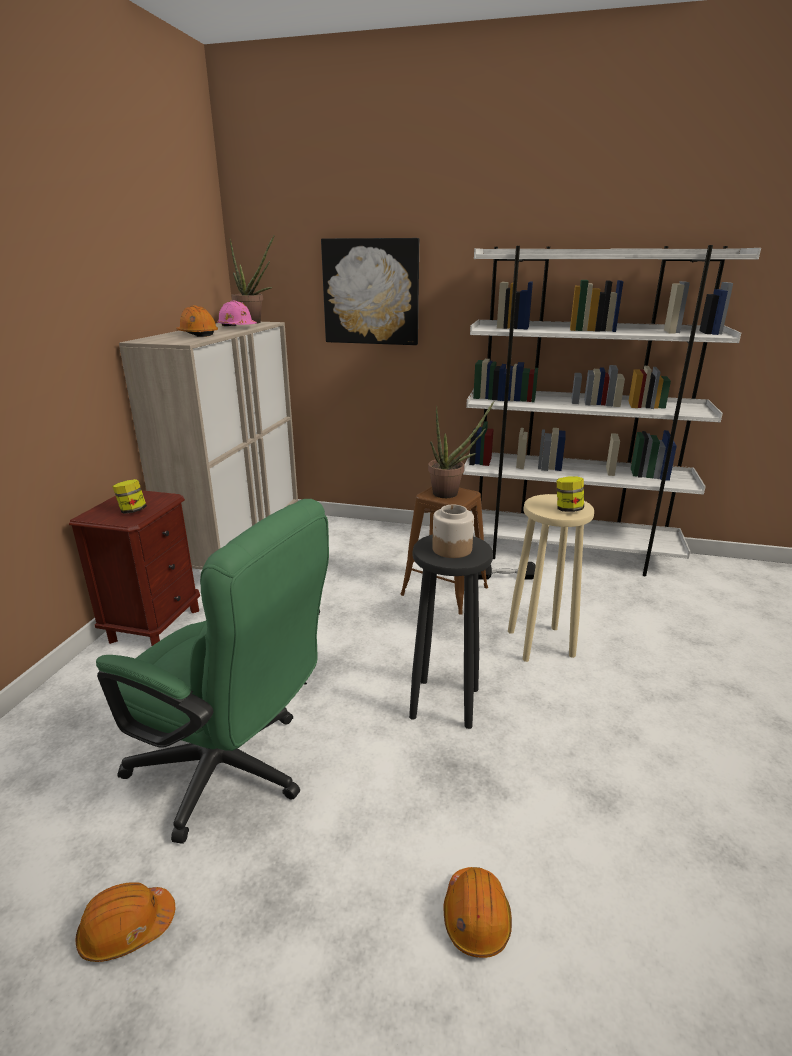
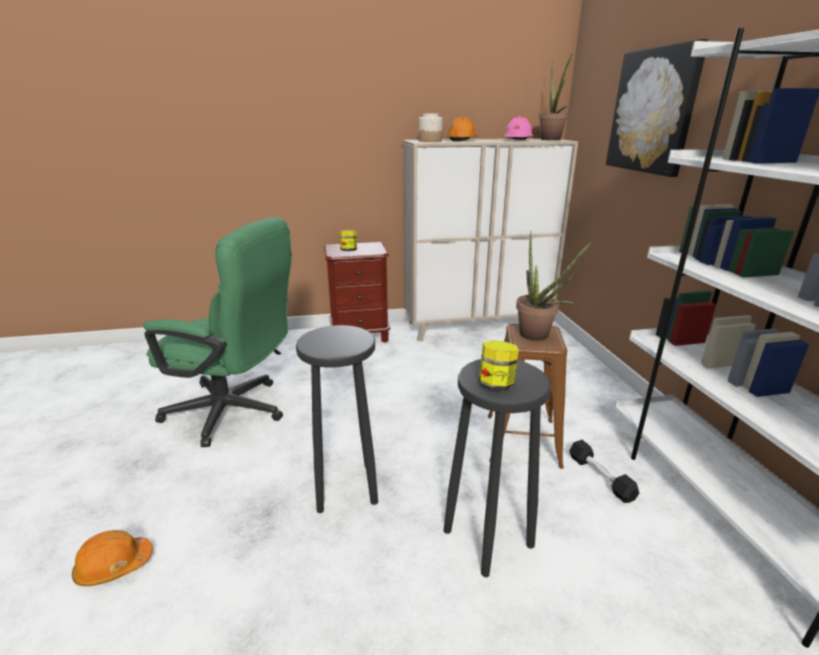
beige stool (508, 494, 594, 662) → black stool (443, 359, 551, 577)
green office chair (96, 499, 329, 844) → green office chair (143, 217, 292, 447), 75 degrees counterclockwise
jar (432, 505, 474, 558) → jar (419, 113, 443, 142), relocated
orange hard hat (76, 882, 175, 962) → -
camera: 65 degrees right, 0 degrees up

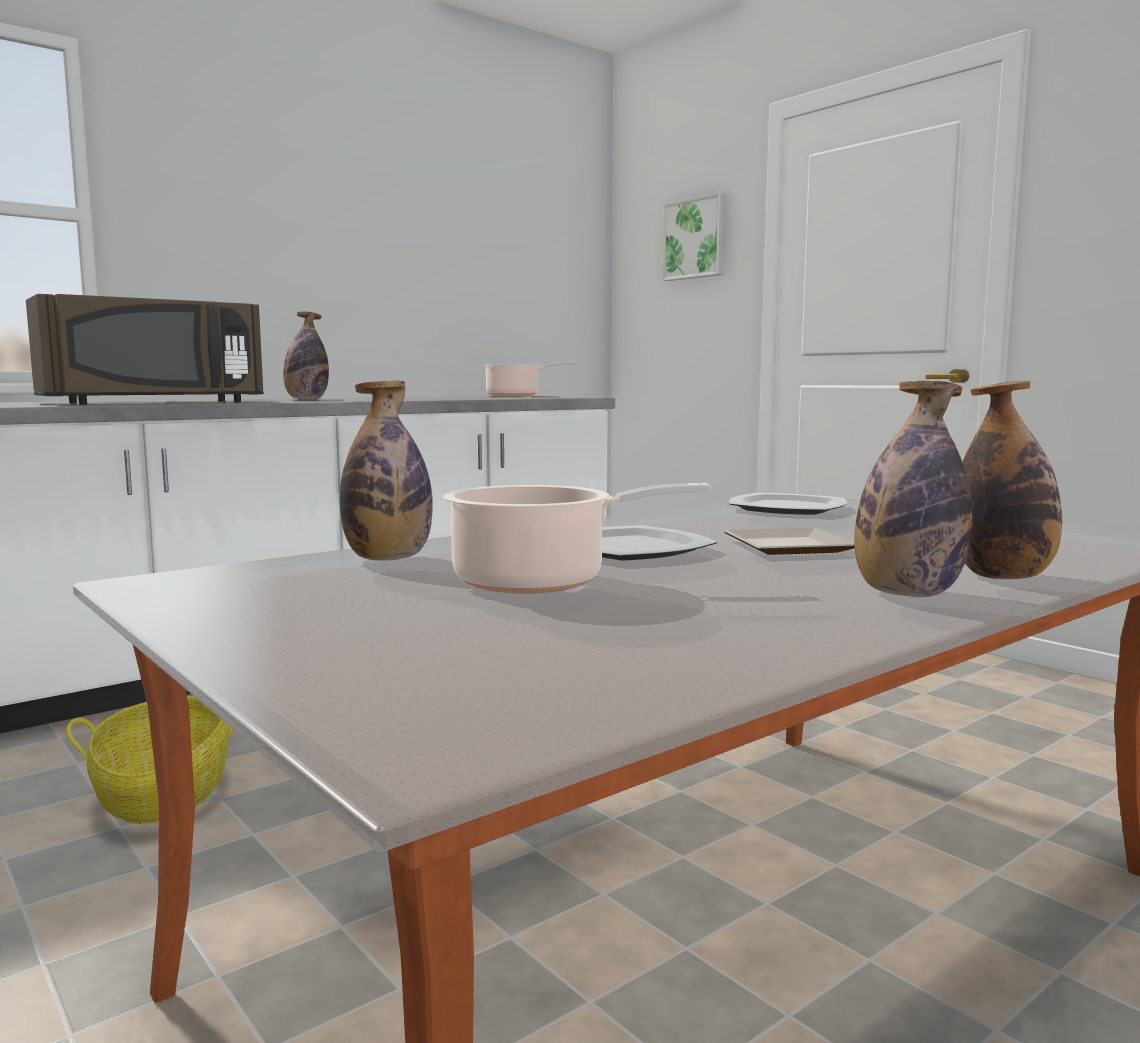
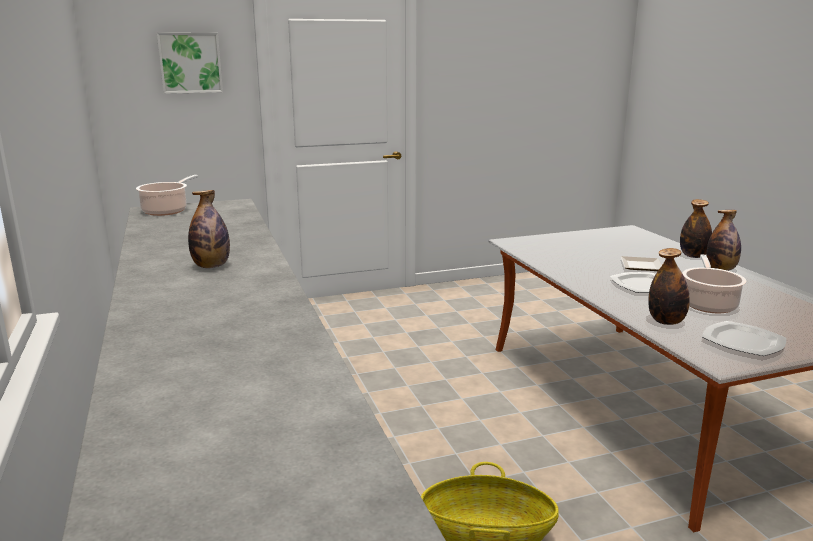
brown microwave (26, 294, 264, 404) → -
plate (729, 493, 847, 515) → plate (702, 321, 786, 356), relocated
camera: 70 degrees left, 10 degrees up

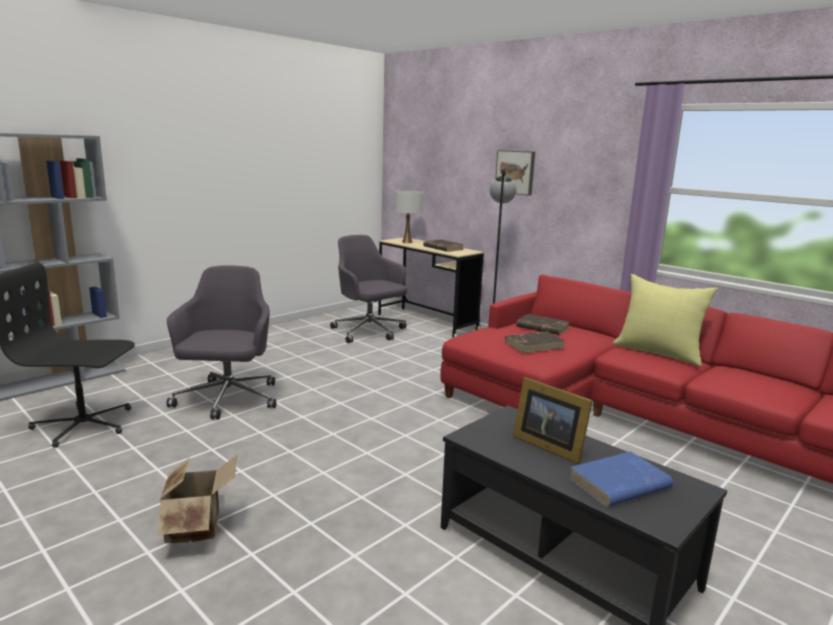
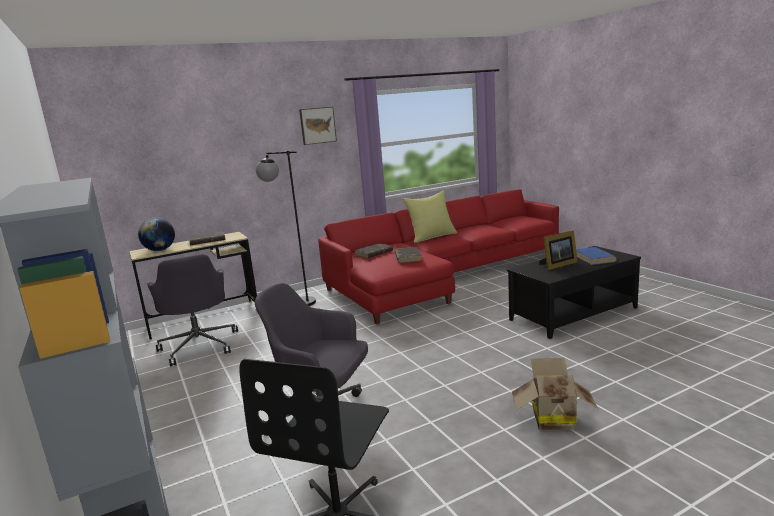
picture (495, 150, 535, 196) → picture (299, 107, 337, 145), relocated
white table lamp (394, 190, 423, 243) → globe (138, 217, 175, 251)
grey office chair (330, 235, 407, 343) → grey office chair (147, 254, 238, 367), 90 degrees counterclockwise
camera: 70 degrees left, 0 degrees up

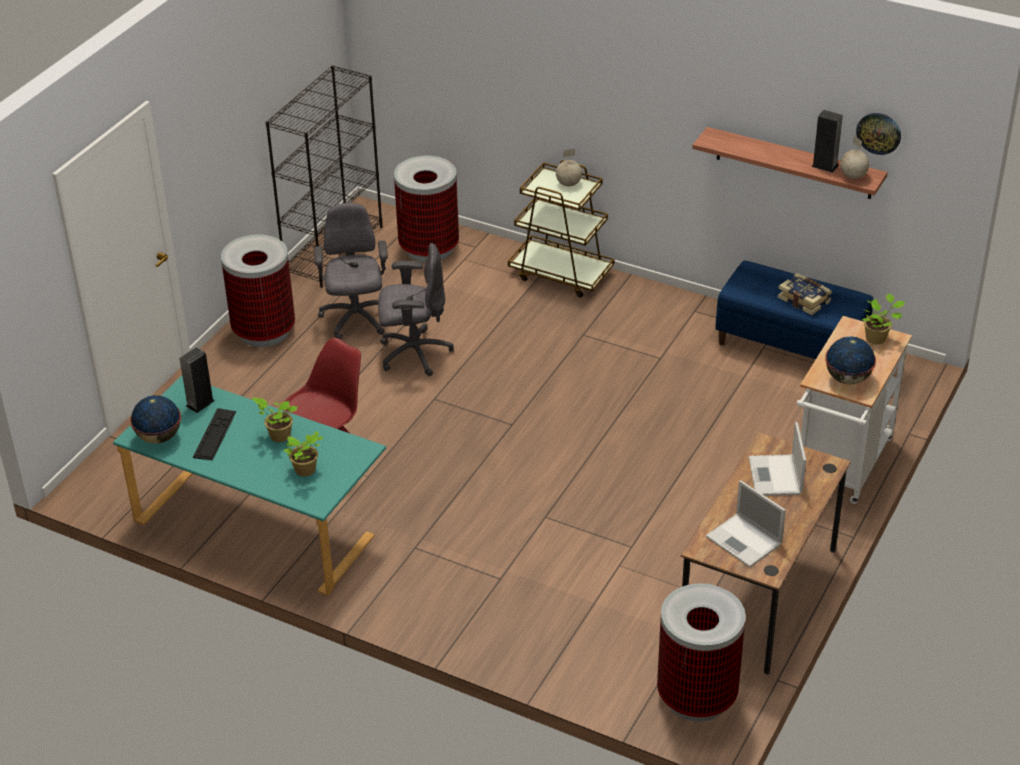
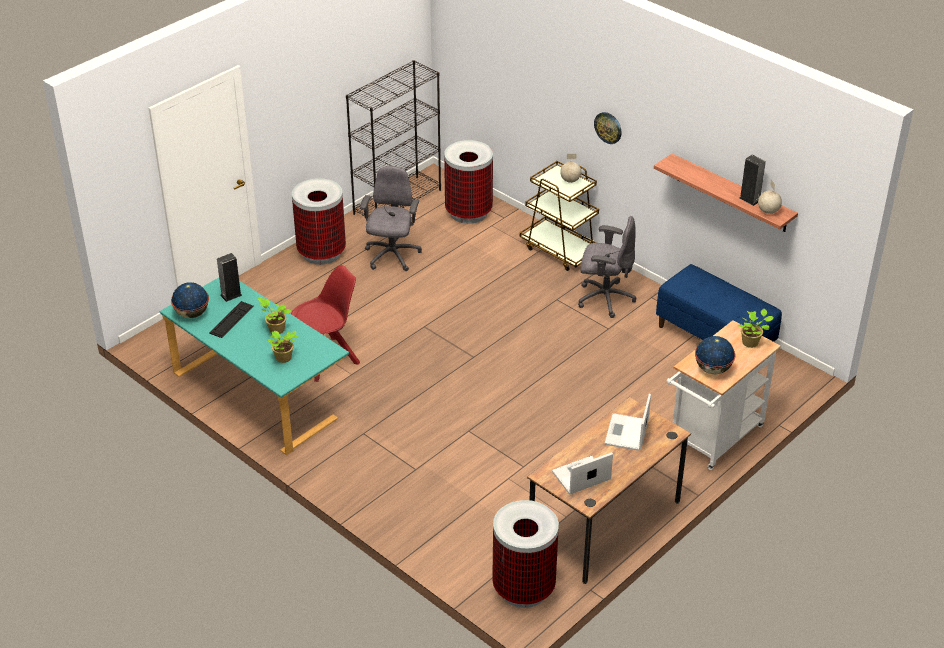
wall clock (856, 113, 901, 155) → wall clock (594, 112, 622, 144), relocated
grey office chair (378, 243, 454, 376) → grey office chair (578, 216, 636, 318), relocated
book (778, 273, 832, 315) → -
laptop (706, 480, 786, 567) → laptop (552, 452, 613, 494), 90 degrees clockwise
camera: 15 degrees right, 0 degrees up

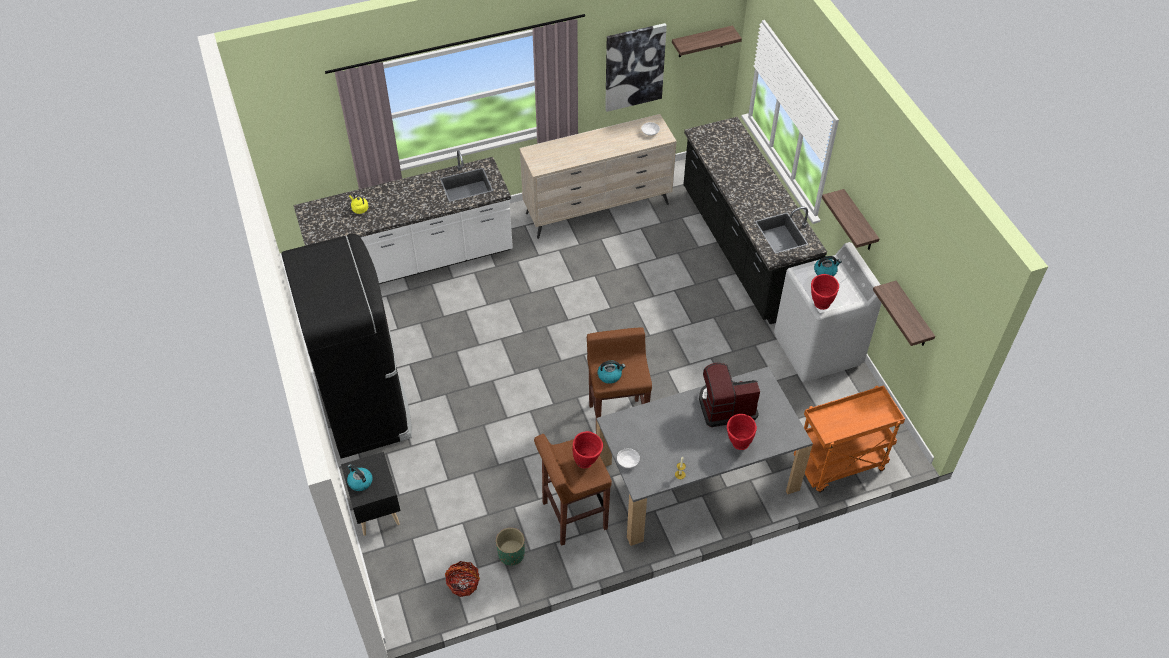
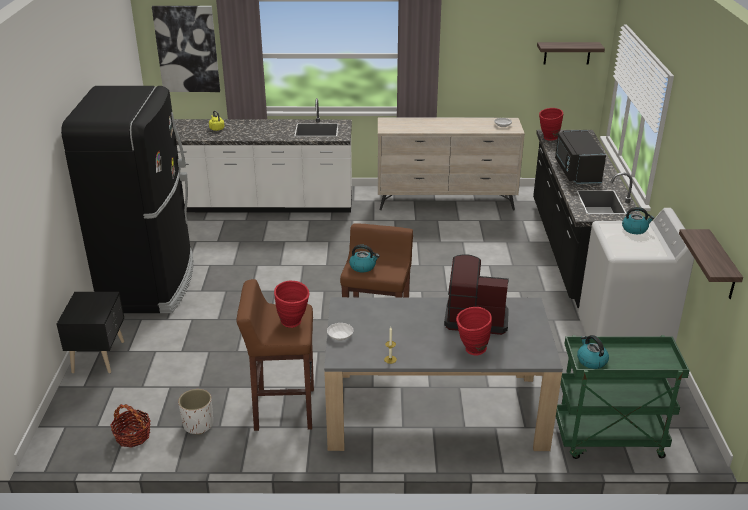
picture (605, 23, 667, 112) → picture (152, 6, 220, 92), relocated
shelf (822, 189, 879, 250) → -
red vase (811, 274, 839, 310) → red vase (539, 108, 563, 141), relocated
orange cart (794, 385, 905, 492) → green cart (556, 335, 690, 459)
kettle (347, 464, 373, 491) → kettle (577, 335, 609, 369), relocated
green planter (496, 528, 525, 566) → white planter (178, 389, 213, 435)
- → black microwave (555, 130, 606, 184)
camera: 20 degrees right, 20 degrees down

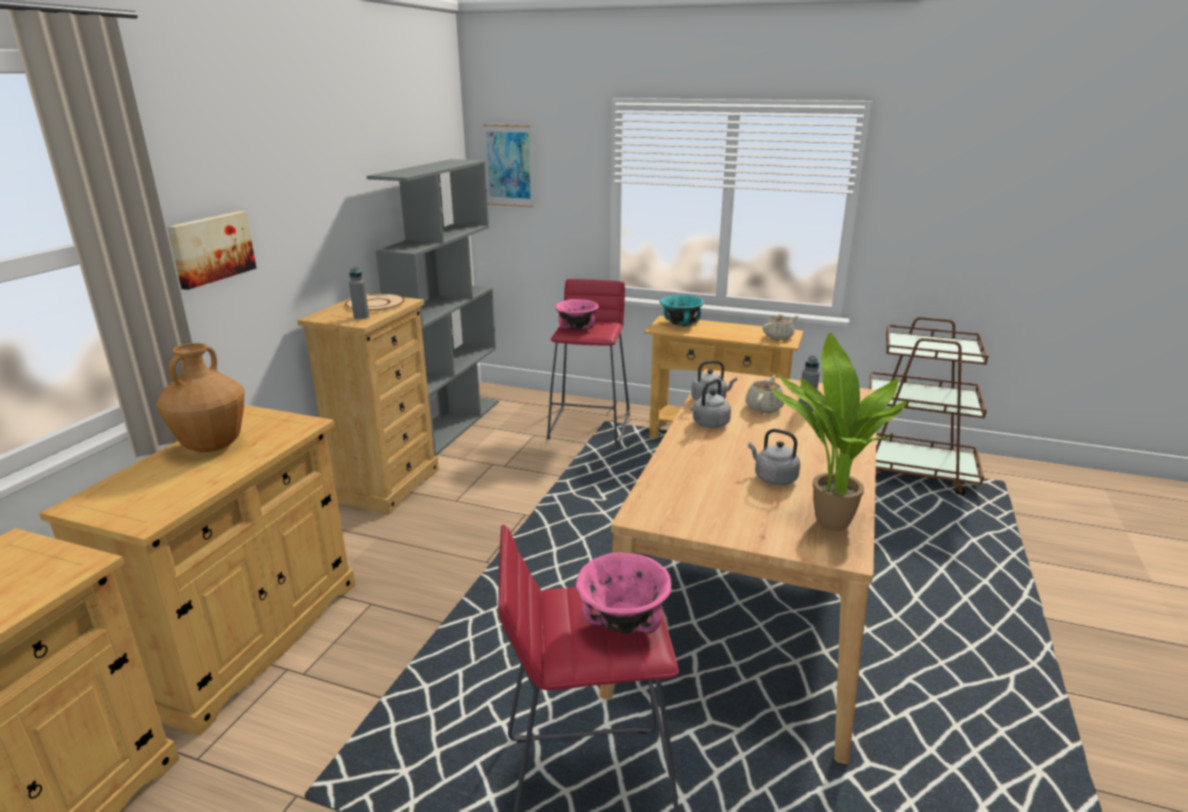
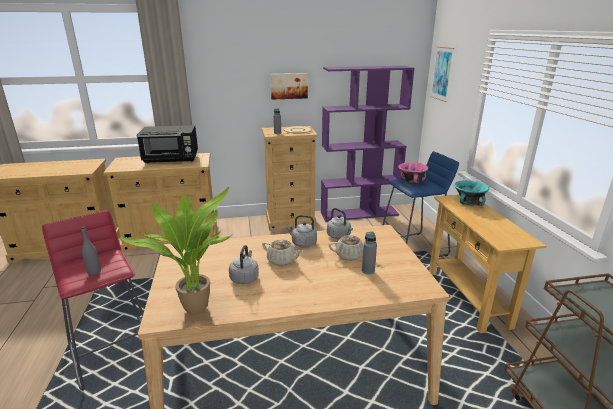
grey bookcase (367, 159, 499, 456) → purple bookcase (321, 66, 415, 222)
picture (167, 211, 257, 290) → picture (270, 73, 308, 100), relocated
red stool (547, 279, 630, 444) → blue stool (383, 151, 459, 261)
beige teapot (763, 314, 799, 340) → beige teapot (262, 239, 303, 266), relocated
brown vase (156, 343, 245, 452) → black microwave (137, 125, 198, 163)
pink bowl (576, 552, 671, 634) → grey bottle (81, 227, 101, 275)
camera: 60 degrees right, 0 degrees up

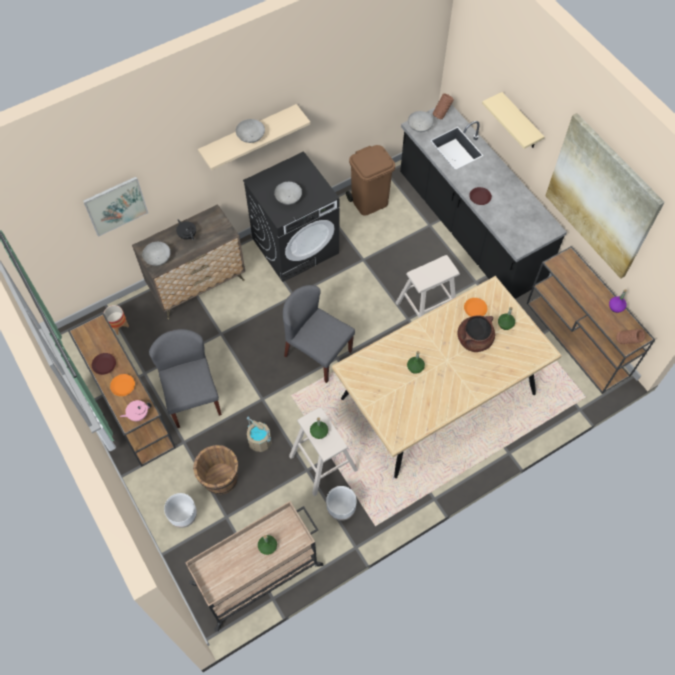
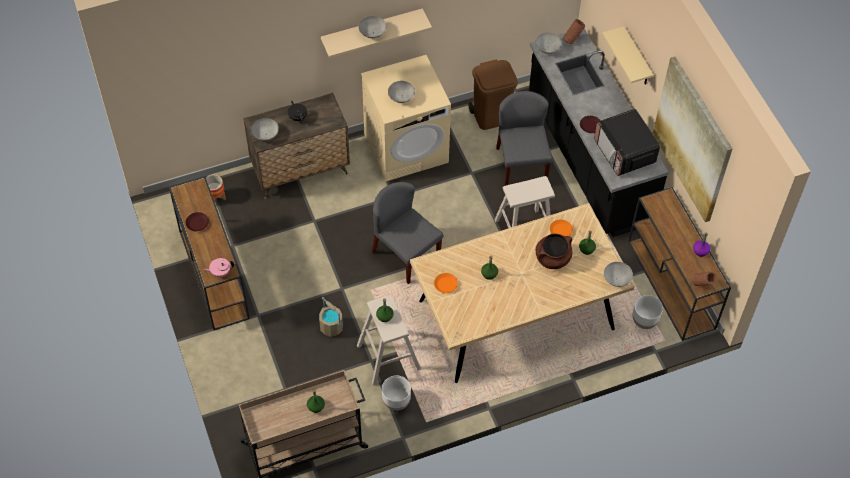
black washing machine (243, 151, 339, 282) → beige washing machine (361, 55, 451, 182)
picture (83, 177, 148, 237) → -
grey chair (149, 329, 222, 428) → grey chair (496, 91, 552, 186), relocated
orange plate (110, 374, 135, 396) → orange plate (434, 273, 458, 293), relocated
brown bucket (193, 445, 238, 495) → -
white planter (164, 493, 197, 528) → white planter (633, 295, 663, 329), relocated
- → microwave (594, 109, 660, 176)
- → grey bowl (604, 262, 633, 287)
camera: 10 degrees right, 5 degrees down

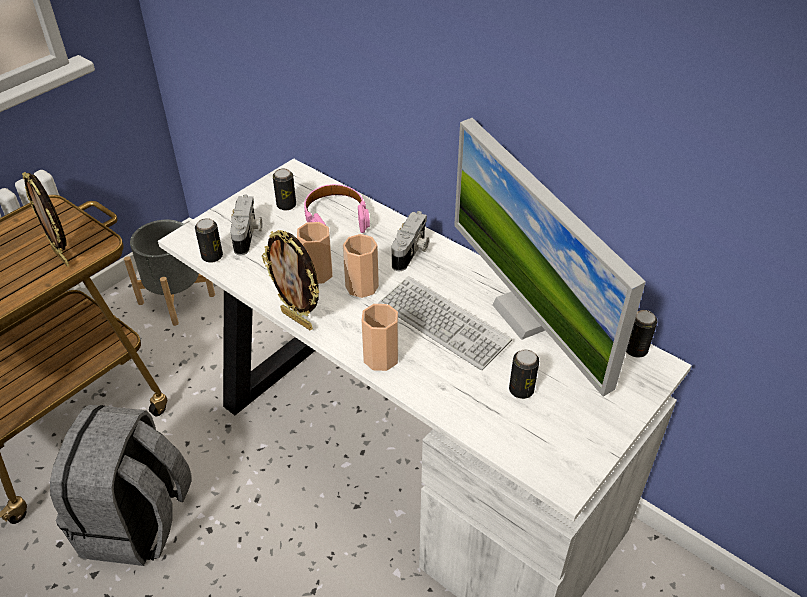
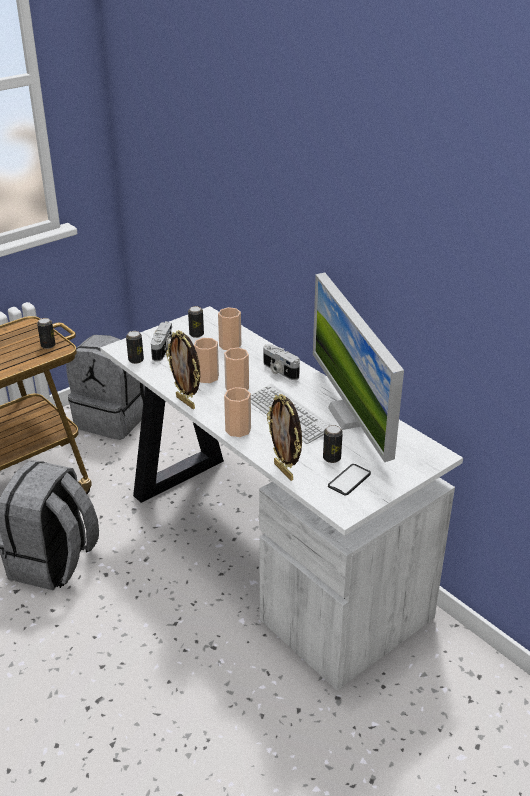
picture frame (22, 172, 69, 267) → picture frame (267, 394, 302, 481), relocated
pink headphones (304, 184, 370, 233) → cup (218, 307, 241, 350)
photo camera (392, 211, 429, 271) → photo camera (264, 344, 300, 380), 105 degrees clockwise
grey planter (124, 220, 215, 326) → grey backpack (66, 335, 145, 440)
can (626, 310, 657, 358) → can (37, 318, 55, 349), relocated
- → phone (328, 464, 371, 495)
camera: 10 degrees right, 10 degrees down

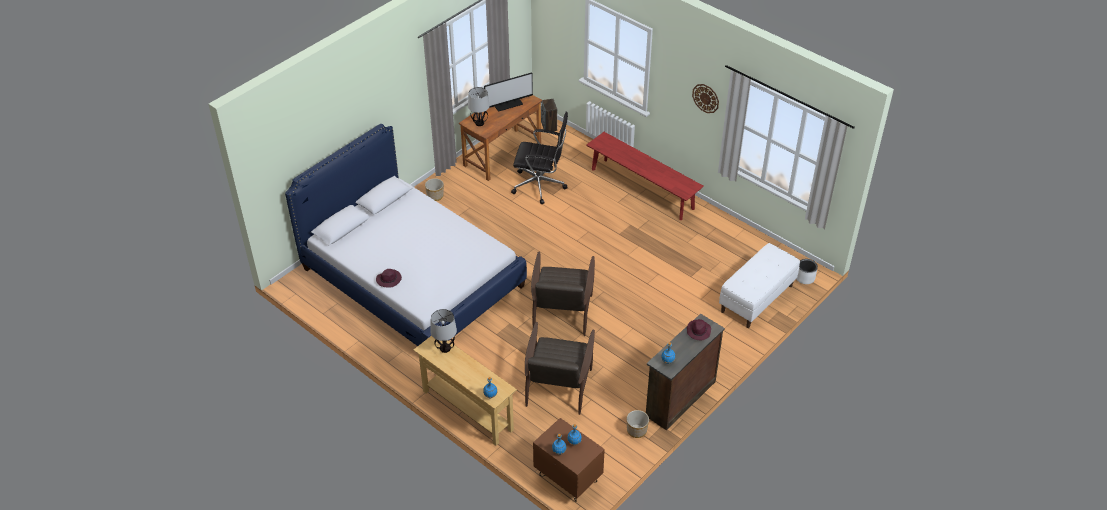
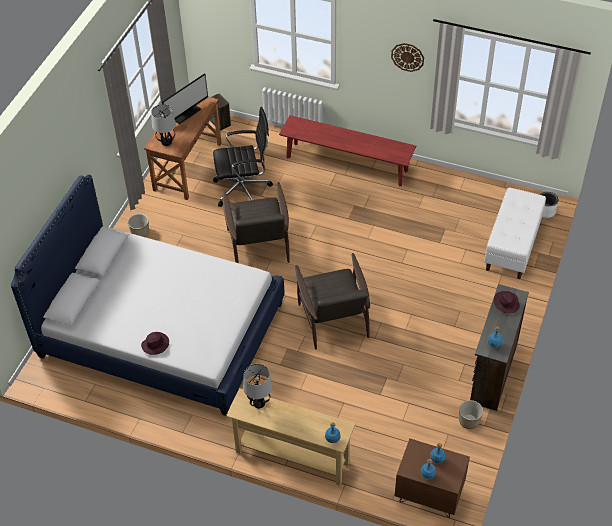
brown armchair (525, 322, 595, 415) → brown armchair (222, 182, 290, 263), relocated
camera: 20 degrees left, 5 degrees up

